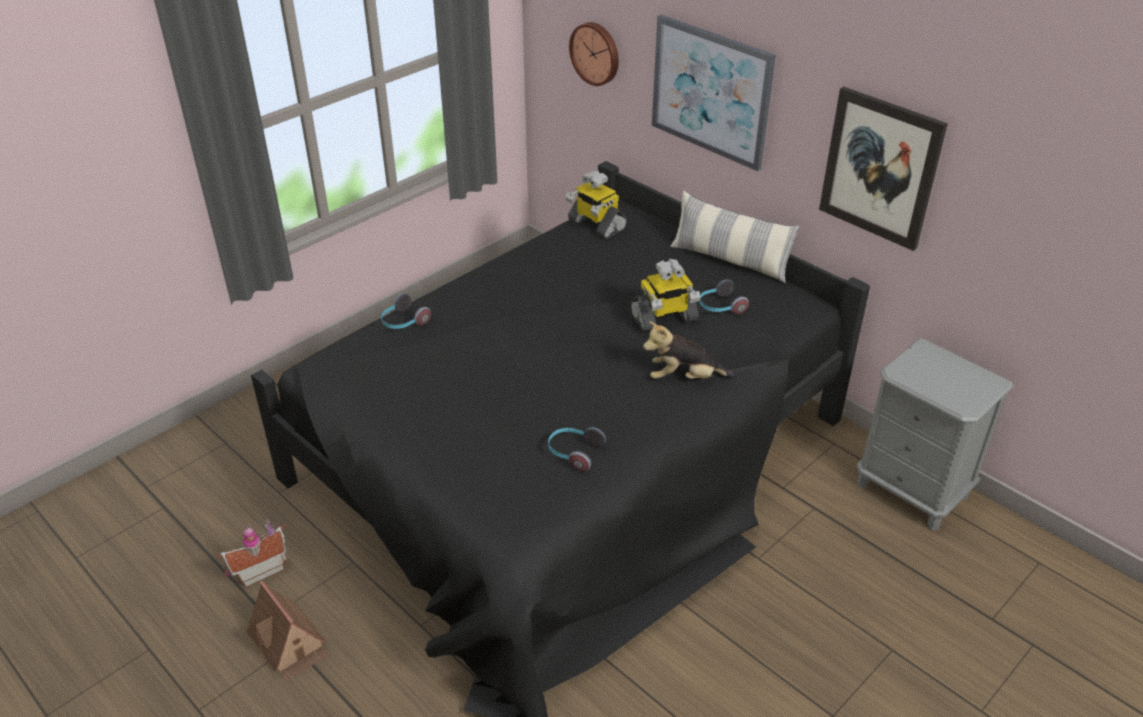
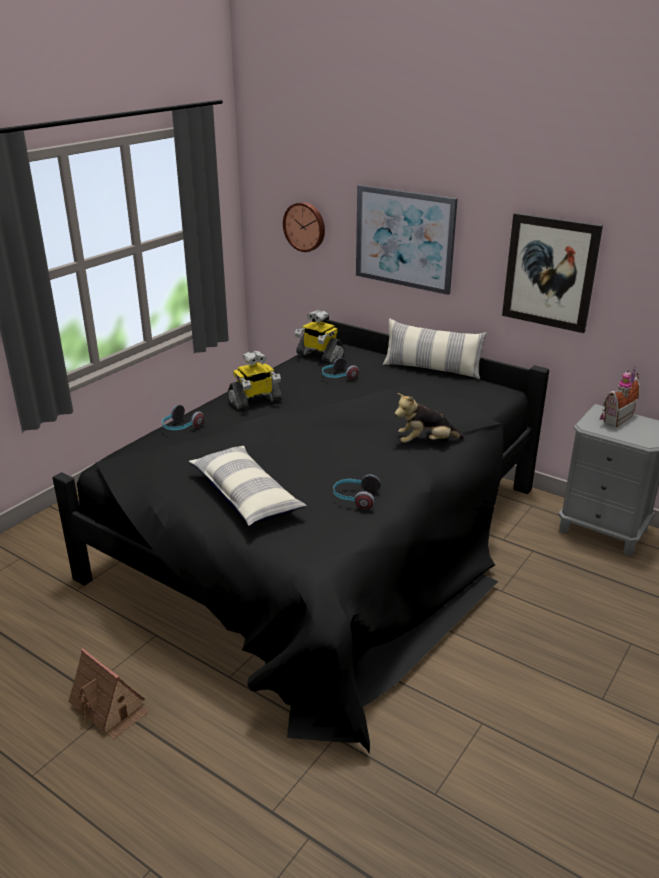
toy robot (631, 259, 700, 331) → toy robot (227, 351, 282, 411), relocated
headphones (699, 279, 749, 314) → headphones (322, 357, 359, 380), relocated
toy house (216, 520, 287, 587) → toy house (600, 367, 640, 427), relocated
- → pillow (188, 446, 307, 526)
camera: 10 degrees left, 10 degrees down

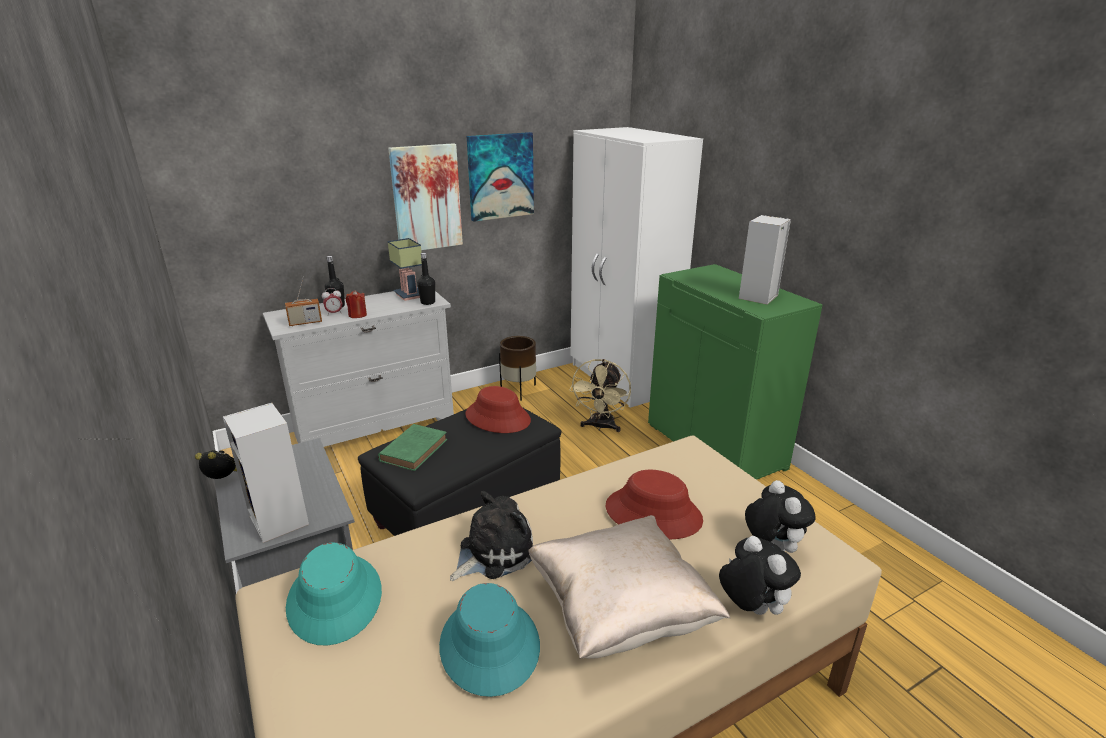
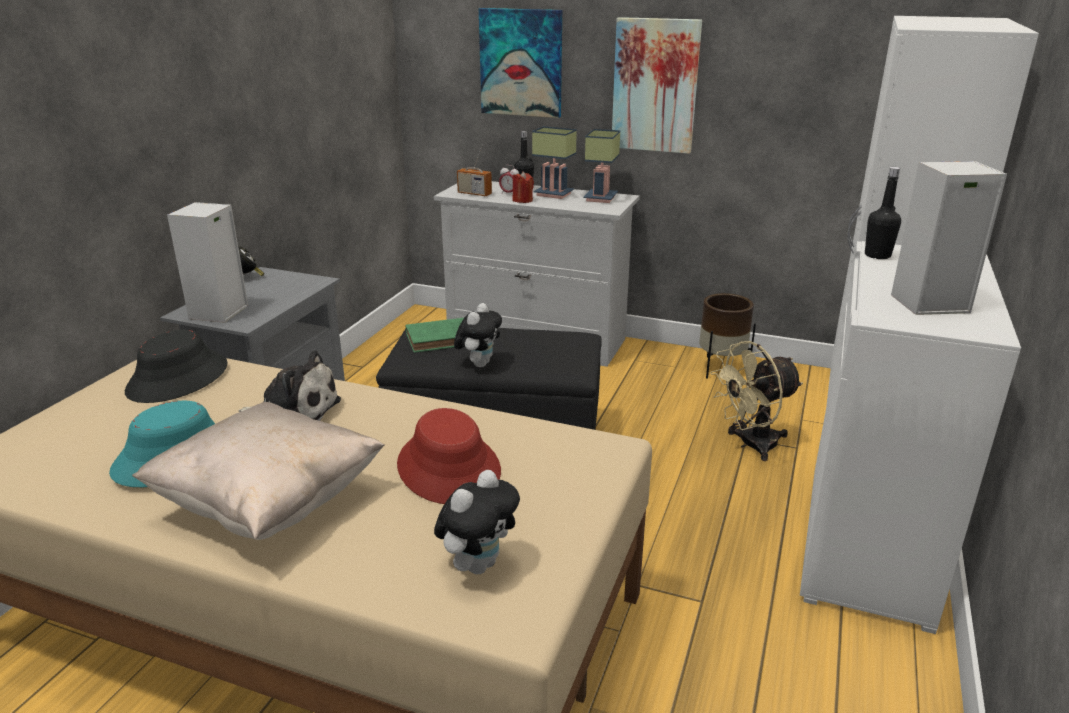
picture (467, 132, 534, 222) → picture (479, 8, 562, 118), relocated
black bottle (417, 253, 435, 305) → black bottle (865, 167, 901, 259), relocated
green cabinet (648, 264, 823, 480) → white cabinet (800, 241, 1021, 634)
red hat (465, 386, 531, 433) → -
plush toy (719, 536, 801, 615) → plush toy (454, 303, 502, 367), relocated
turquoise hat (286, 543, 382, 645) → black hat (125, 330, 228, 403)
- → table lamp (532, 126, 577, 199)
camera: 50 degrees right, 0 degrees up

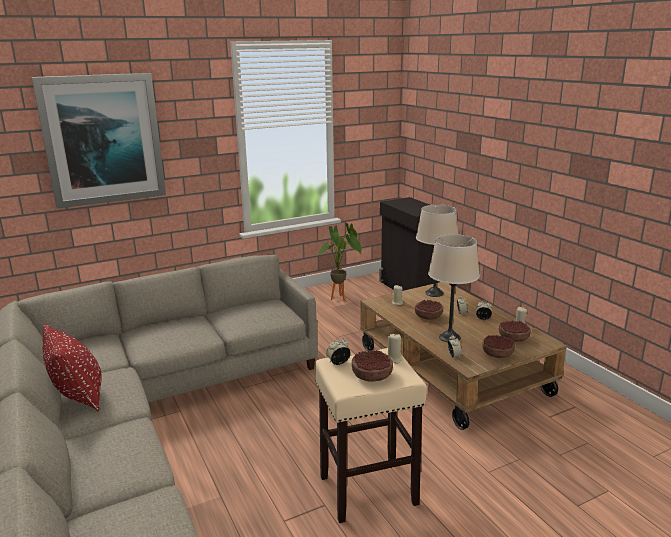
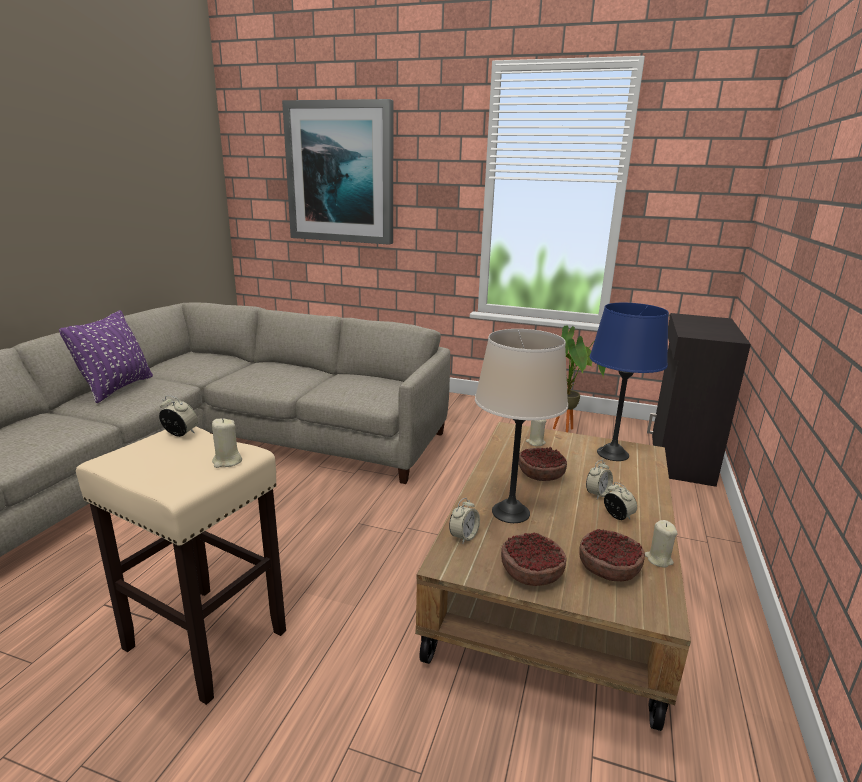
beige table lamp (416, 205, 459, 297) → blue table lamp (590, 303, 669, 461)
red pillow (42, 323, 102, 411) → purple pillow (59, 310, 153, 403)
bowl (352, 350, 393, 382) → -
camera: 45 degrees right, 0 degrees up

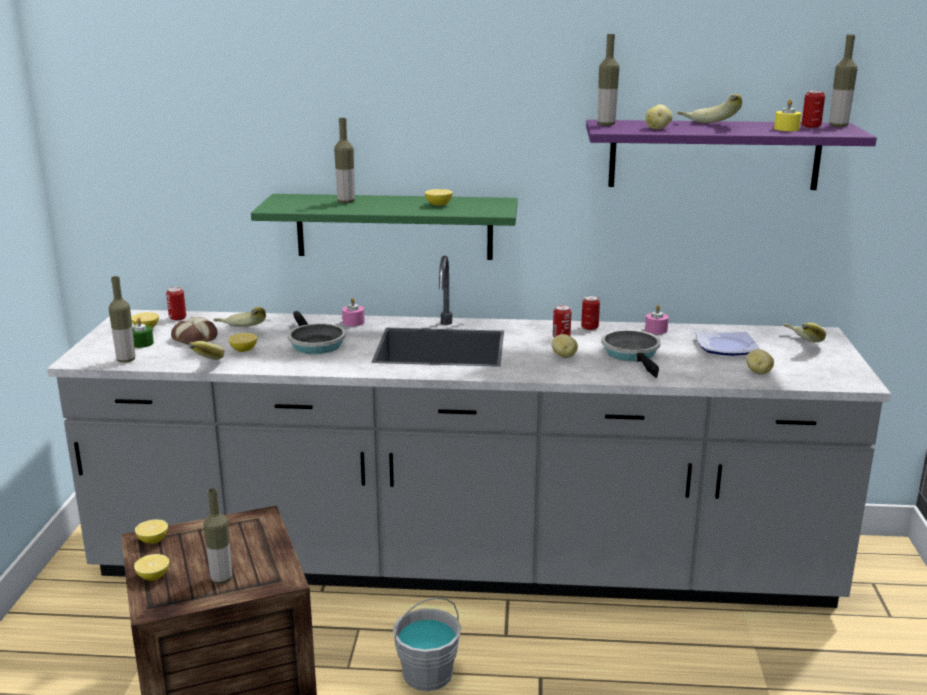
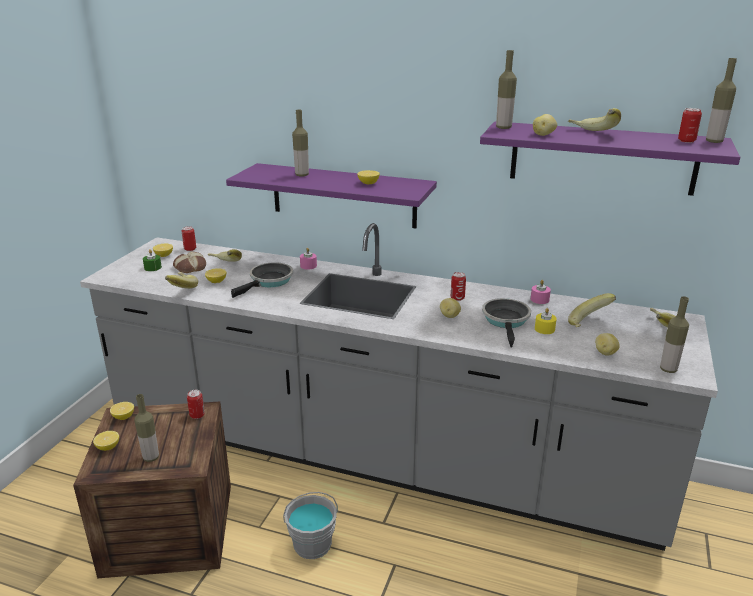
yellow candle (774, 99, 802, 131) → yellow candle (535, 308, 557, 334), relocated
green shelf (251, 194, 518, 260) → purple shelf (226, 163, 437, 228)
bottle (109, 276, 135, 363) → bottle (660, 296, 689, 373), relocated
can (581, 296, 600, 330) → can (187, 390, 205, 419), relocated
frying pan (288, 311, 346, 354) → frying pan (231, 262, 293, 298), 135 degrees counterclockwise
plate (696, 332, 759, 356) → banana (568, 293, 616, 327)
camera: 15 degrees right, 5 degrees up

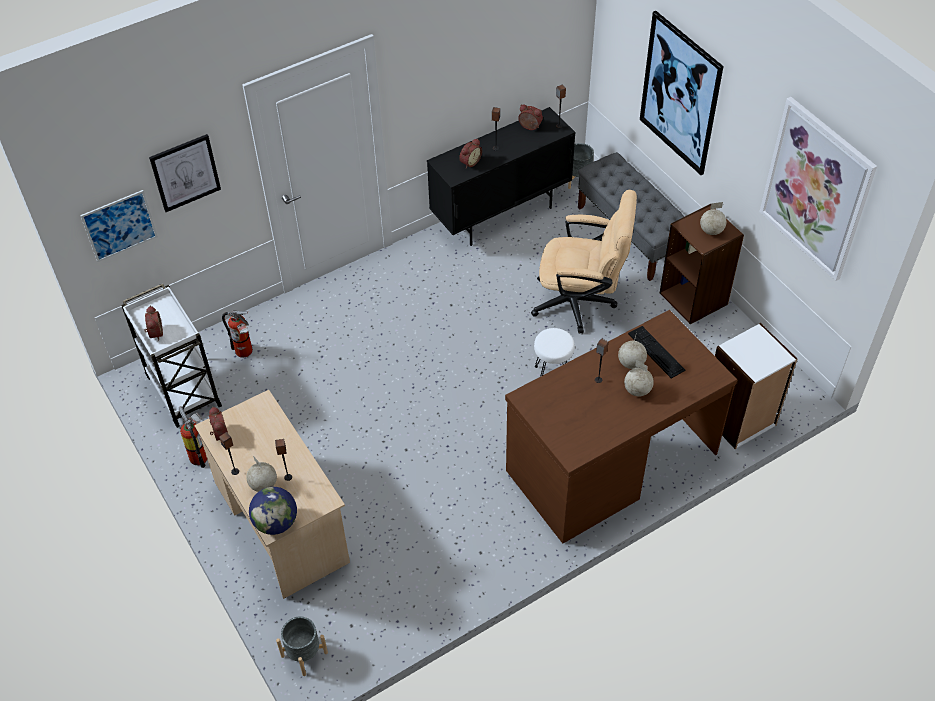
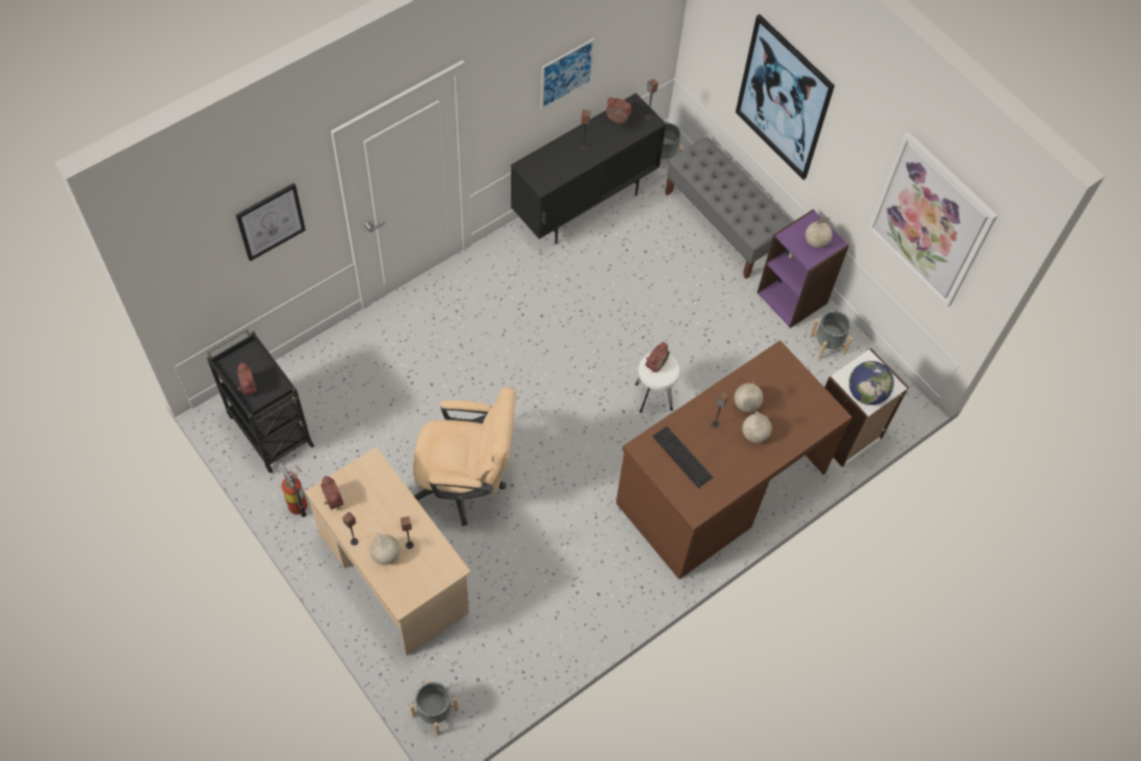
alarm clock (459, 139, 482, 168) → alarm clock (645, 343, 670, 373), relocated
picture (80, 190, 158, 262) → picture (541, 38, 595, 110), relocated
beige office chair (531, 190, 637, 333) → beige office chair (413, 387, 516, 526), relocated
brown bookcase (660, 204, 744, 324) → purple bookcase (757, 209, 849, 328)
white cart (121, 284, 222, 428) → black cart (207, 329, 315, 473)
fire extinguisher (222, 310, 253, 358) → -
keyboard (628, 326, 686, 379) → keyboard (653, 426, 713, 488), relocated
globe (249, 487, 297, 535) → globe (849, 361, 894, 405), relocated
- → grey planter (809, 311, 852, 360)
camera: 10 degrees left, 10 degrees up

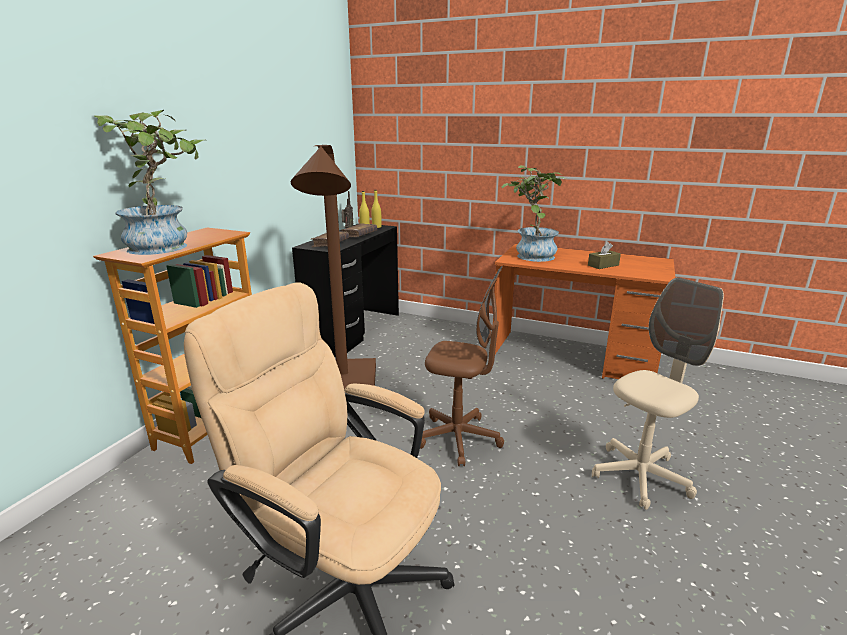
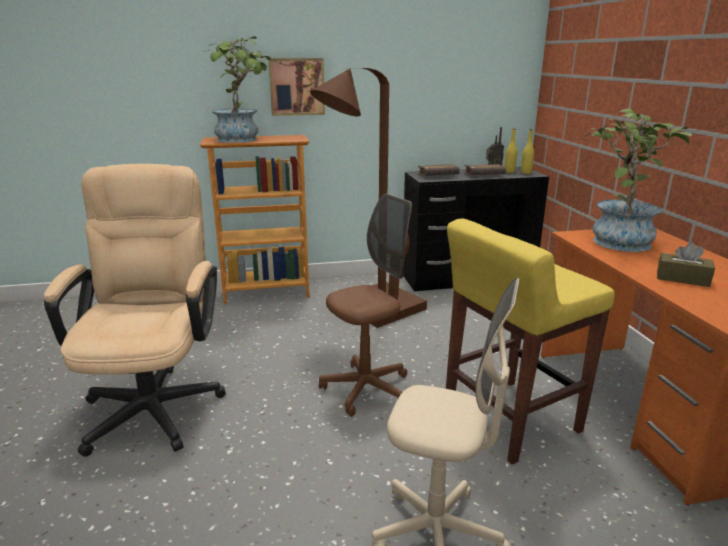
brown office chair (420, 266, 504, 466) → brown office chair (319, 193, 412, 417), 105 degrees counterclockwise
- → picture (268, 58, 325, 116)
- → yellow stool (446, 218, 615, 465)
camera: 55 degrees right, 0 degrees up

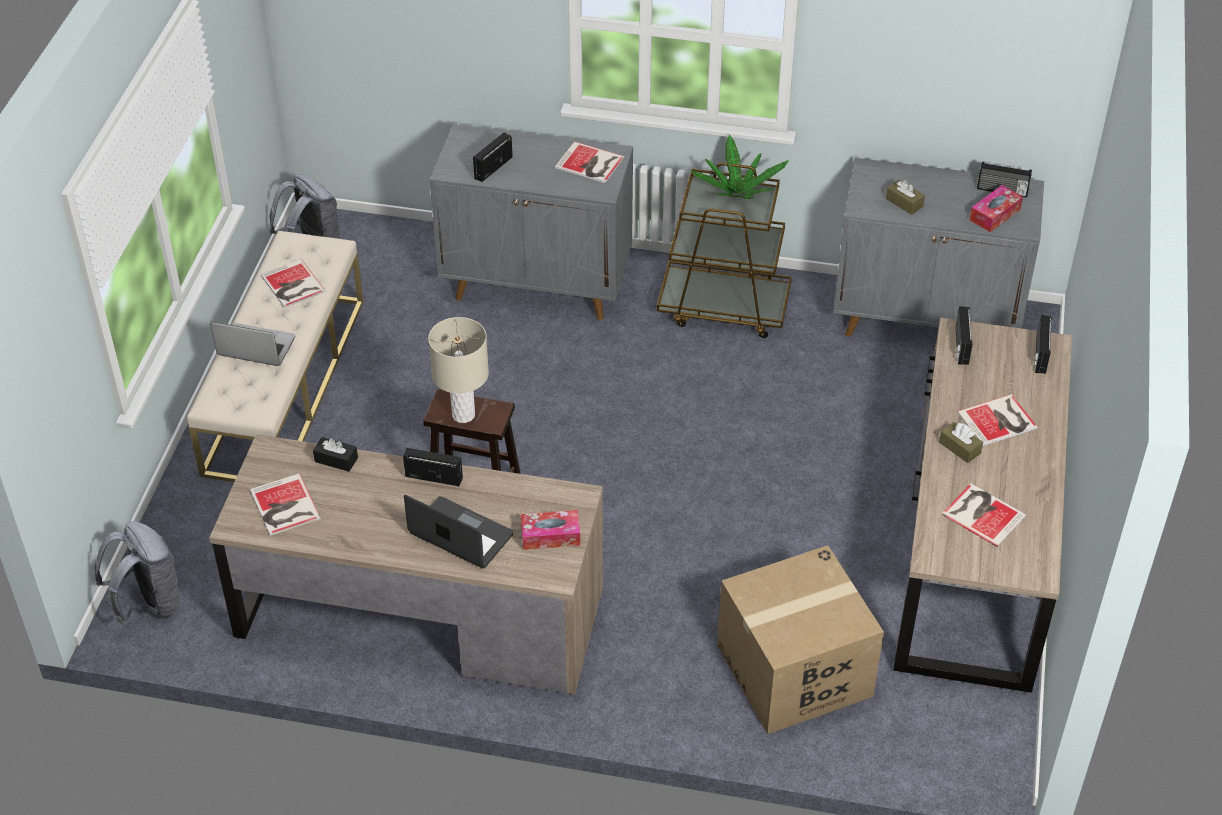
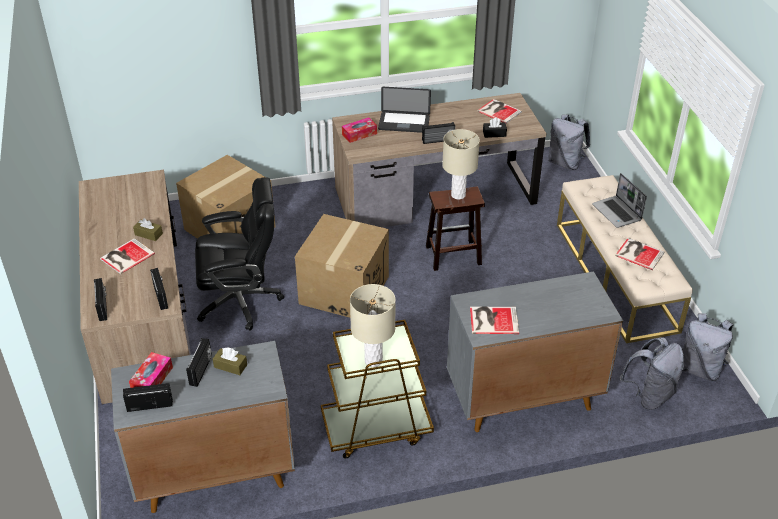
radio (473, 133, 513, 182) → radio (186, 338, 212, 387), relocated
potted plant (691, 134, 789, 199) → beige table lamp (350, 284, 396, 367)
laptop (210, 321, 295, 366) → laptop (592, 173, 647, 228), 75 degrees clockwise
book (942, 484, 1026, 547) → -
- → black office chair (195, 177, 284, 331)
- → cardboard box (295, 214, 389, 318)
- → grey backpack (620, 337, 684, 410)
camera: 155 degrees right, 5 degrees down

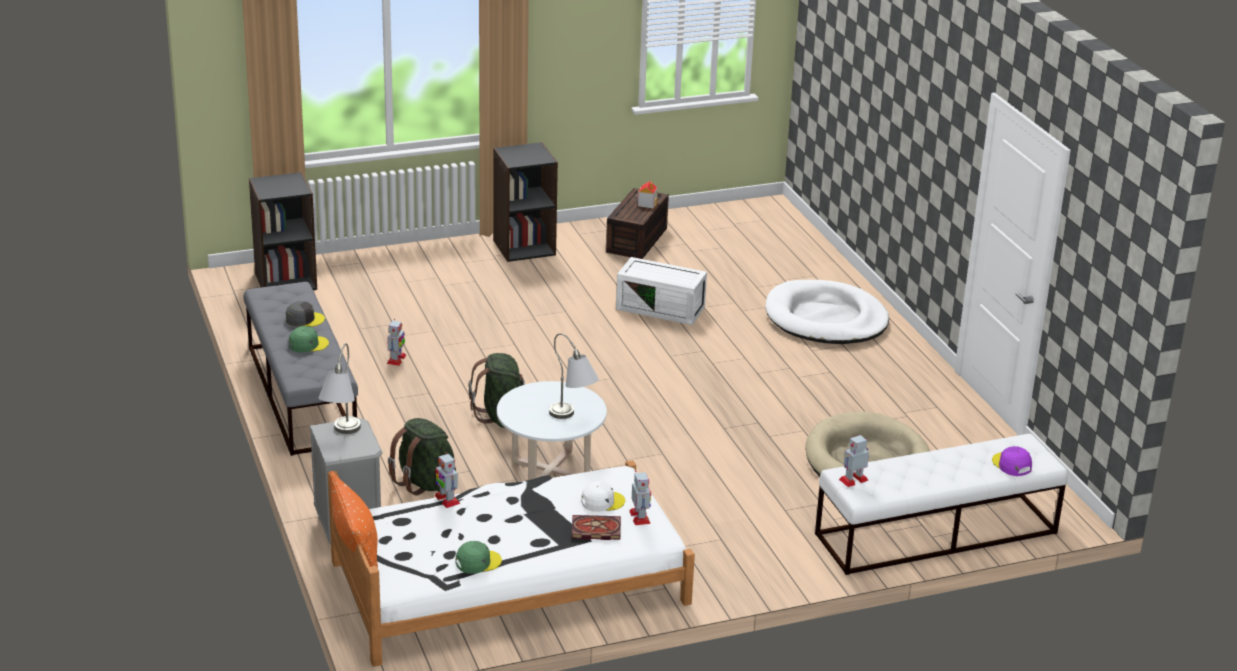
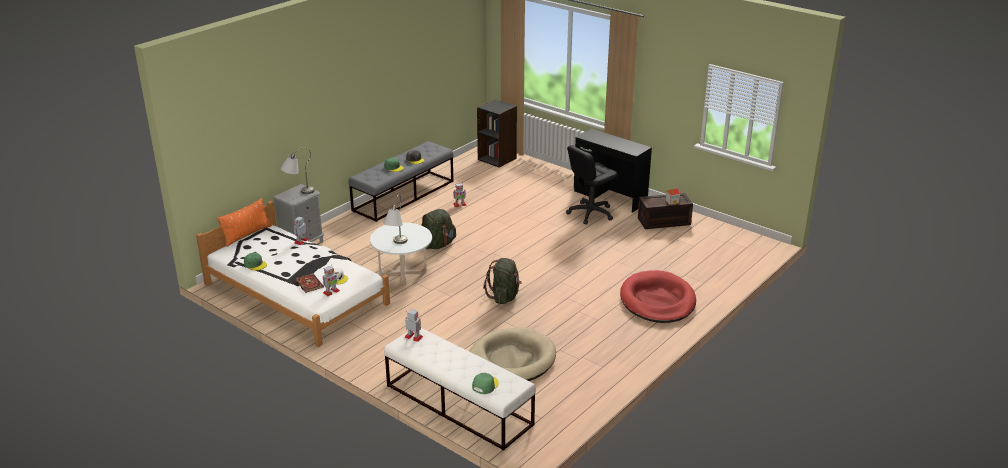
black bookcase (493, 142, 558, 262) → black desk (574, 129, 652, 213)
white storage box (616, 257, 707, 325) → -
white dog bed (765, 280, 889, 344) → red dog bed (620, 270, 696, 323)
green backpack (388, 418, 456, 496) → green backpack (483, 258, 522, 304), relocated
purple cap (992, 446, 1032, 476) → green cap (472, 373, 499, 394)
- → black office chair (566, 145, 618, 224)
camera: 60 degrees right, 0 degrees up

